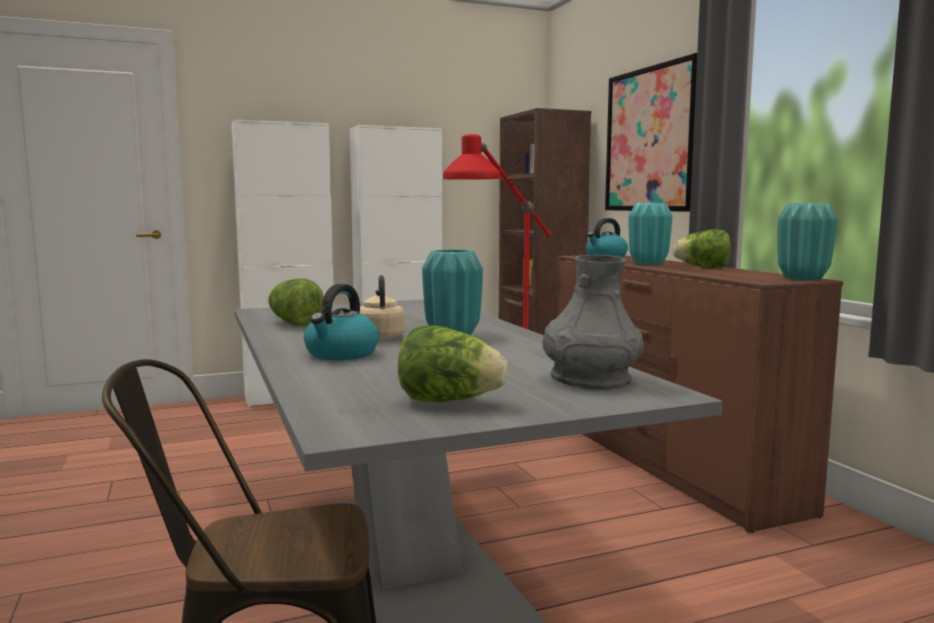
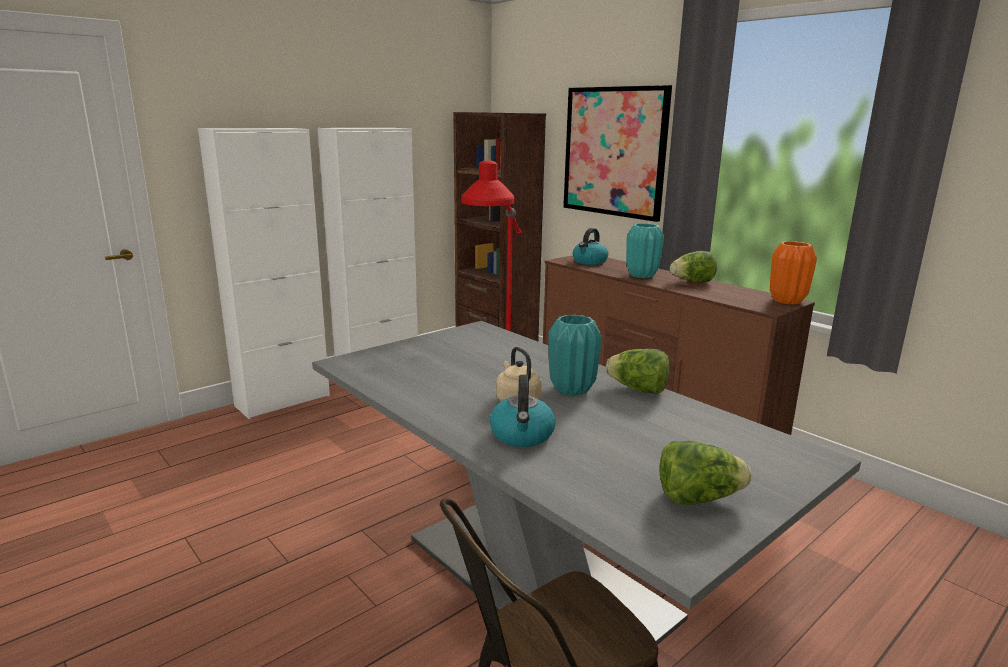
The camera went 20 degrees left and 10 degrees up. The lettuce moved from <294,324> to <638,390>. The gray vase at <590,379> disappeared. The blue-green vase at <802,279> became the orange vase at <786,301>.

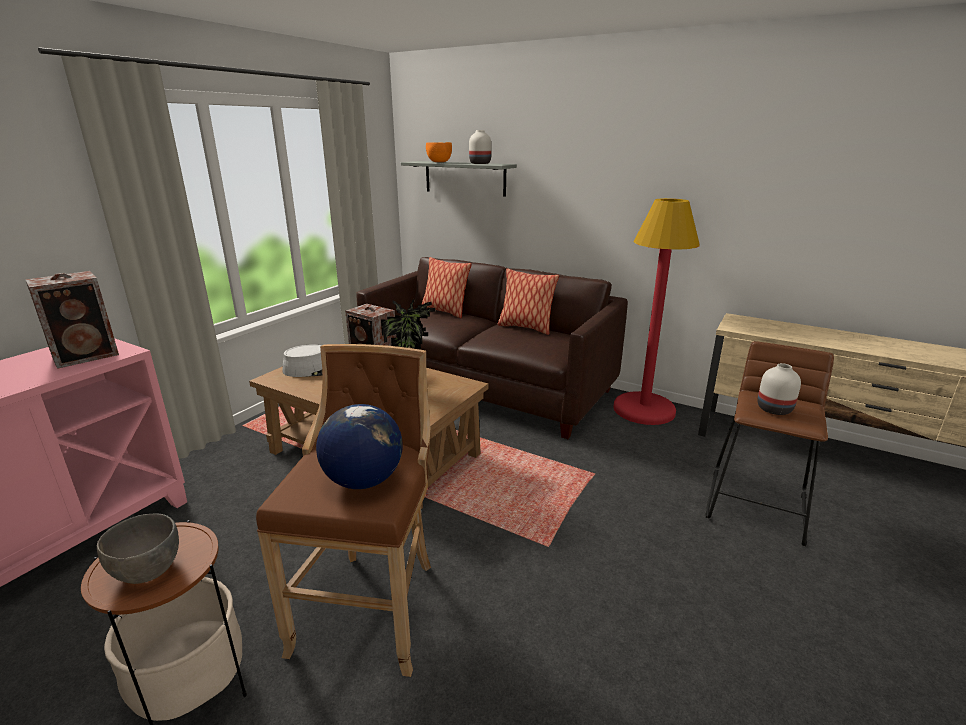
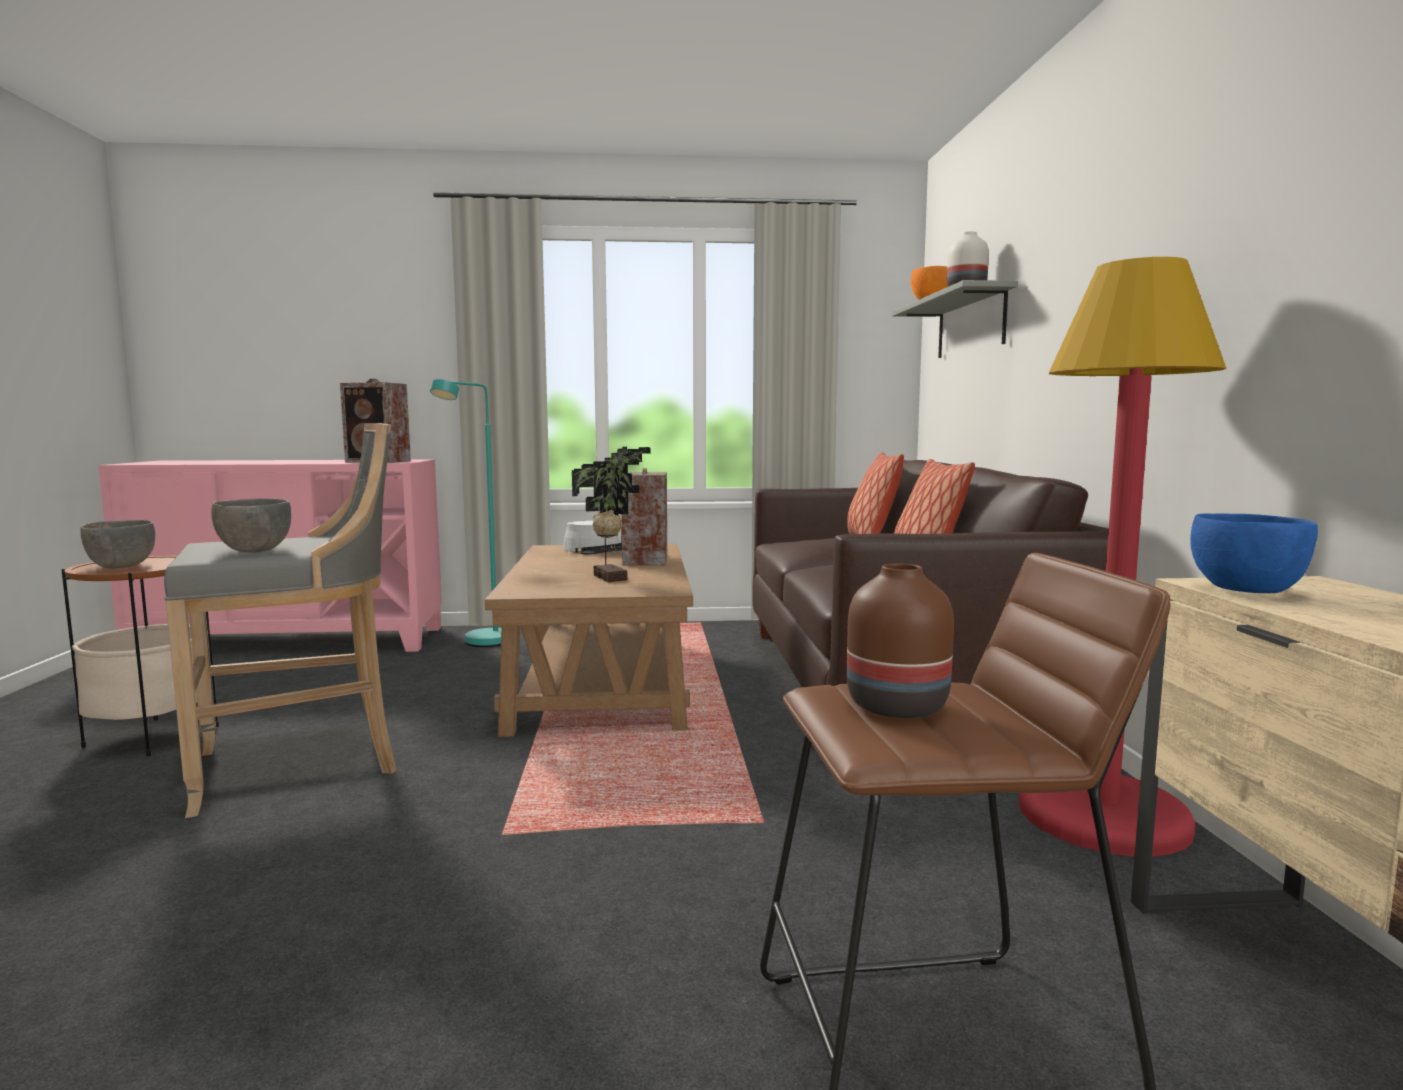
The camera went 55 degrees right and 15 degrees down. The brownish stool at <372,604> became the gray stool at <304,765>. The desk globe at <363,480> was replaced by the gray bowl at <254,550>. The whitish vase at <773,409> became the brownish vase at <894,706>. The blue-green standard lamp at <480,644> appeared. The blue-coloured bowl at <1245,591> appeared.

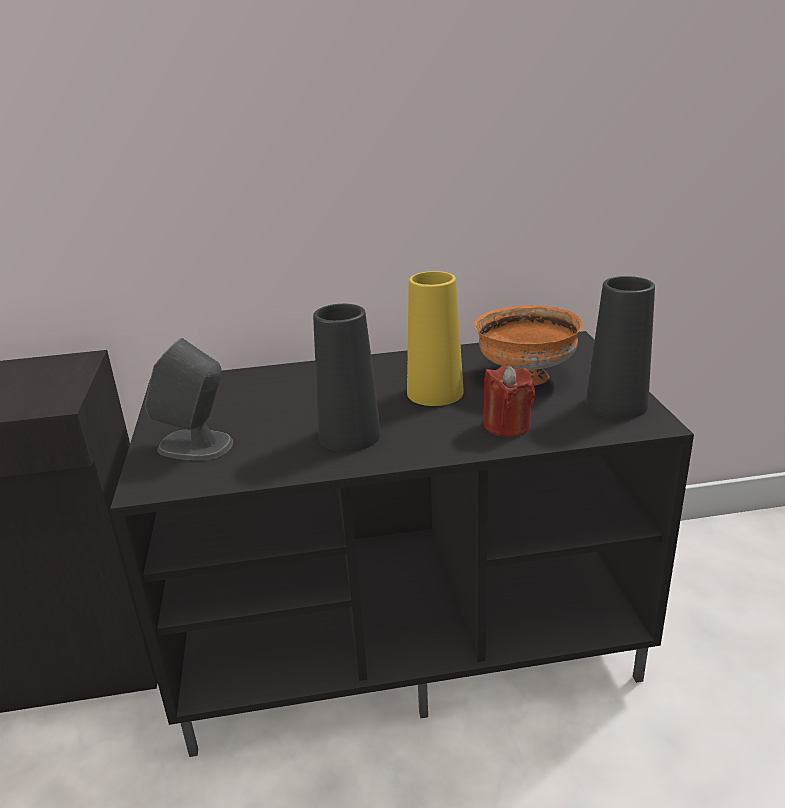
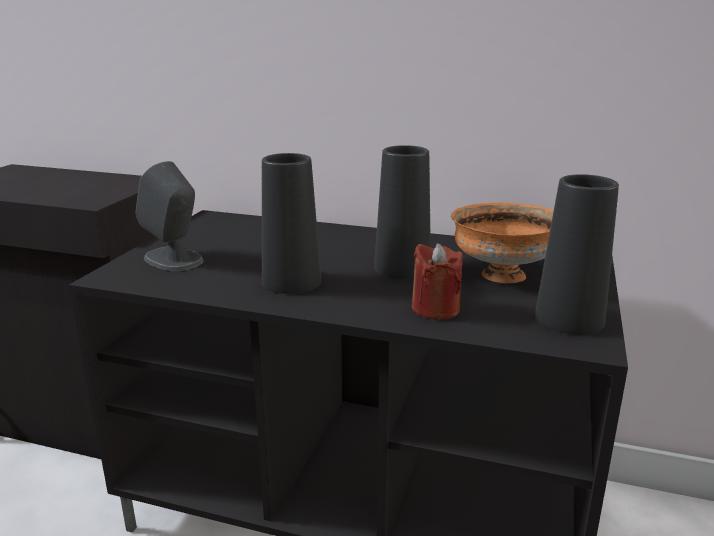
The camera went 25 degrees right and 5 degrees down. The yellow vase at <435,393> became the black-coloured vase at <402,268>.

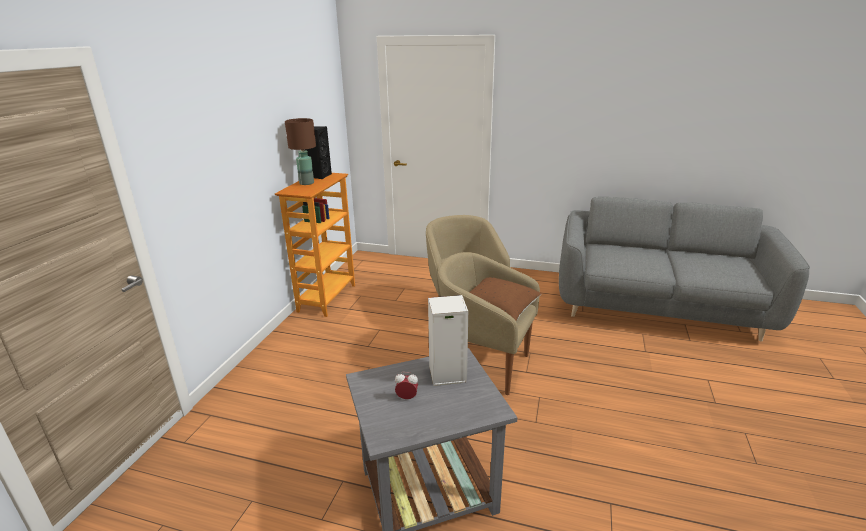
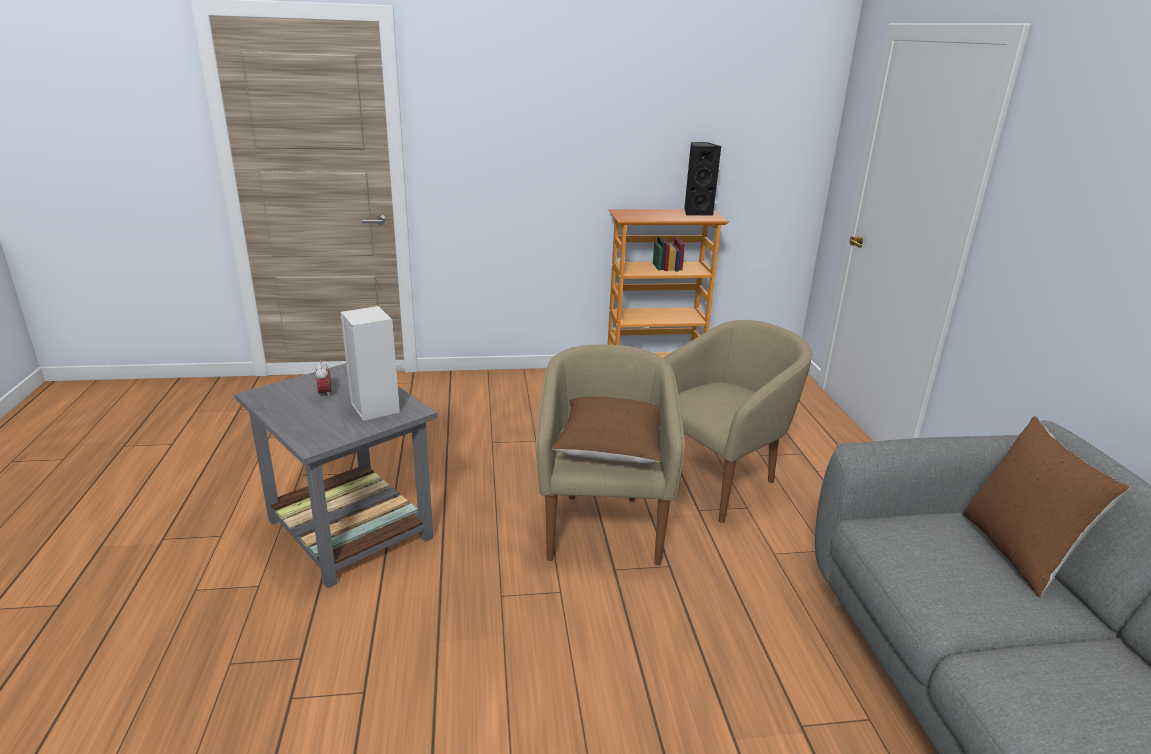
The camera went 65 degrees right and 0 degrees up. The brownish lamp for a table at <306,183> disappeared. The brownish throw pillow at <1017,552> appeared.

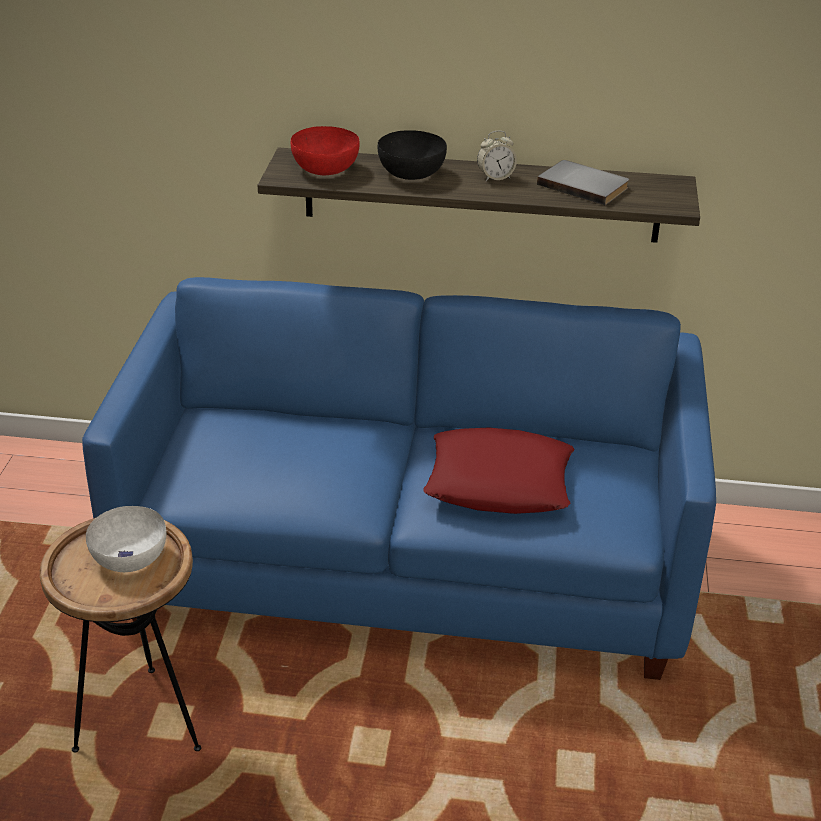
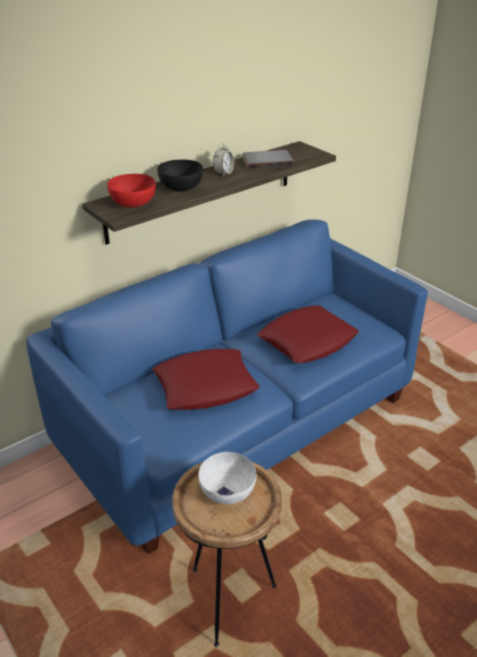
The camera went 45 degrees left and 0 degrees up. The reddish throw pillow at <205,386> appeared.

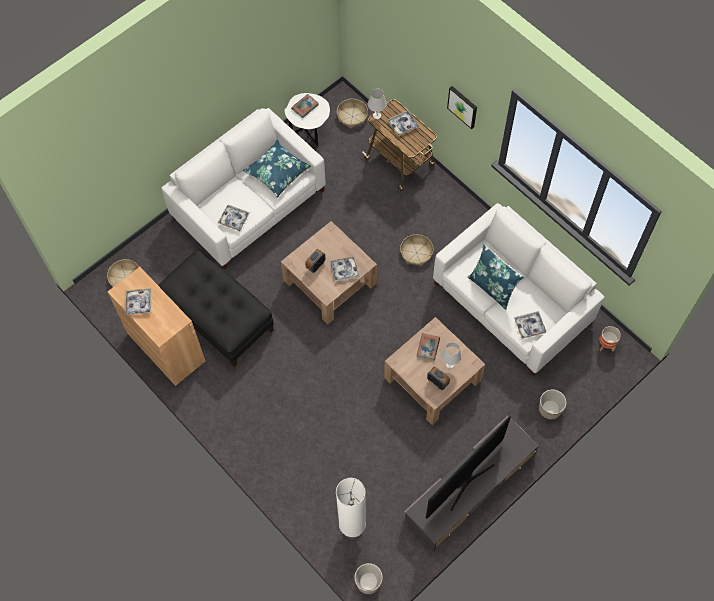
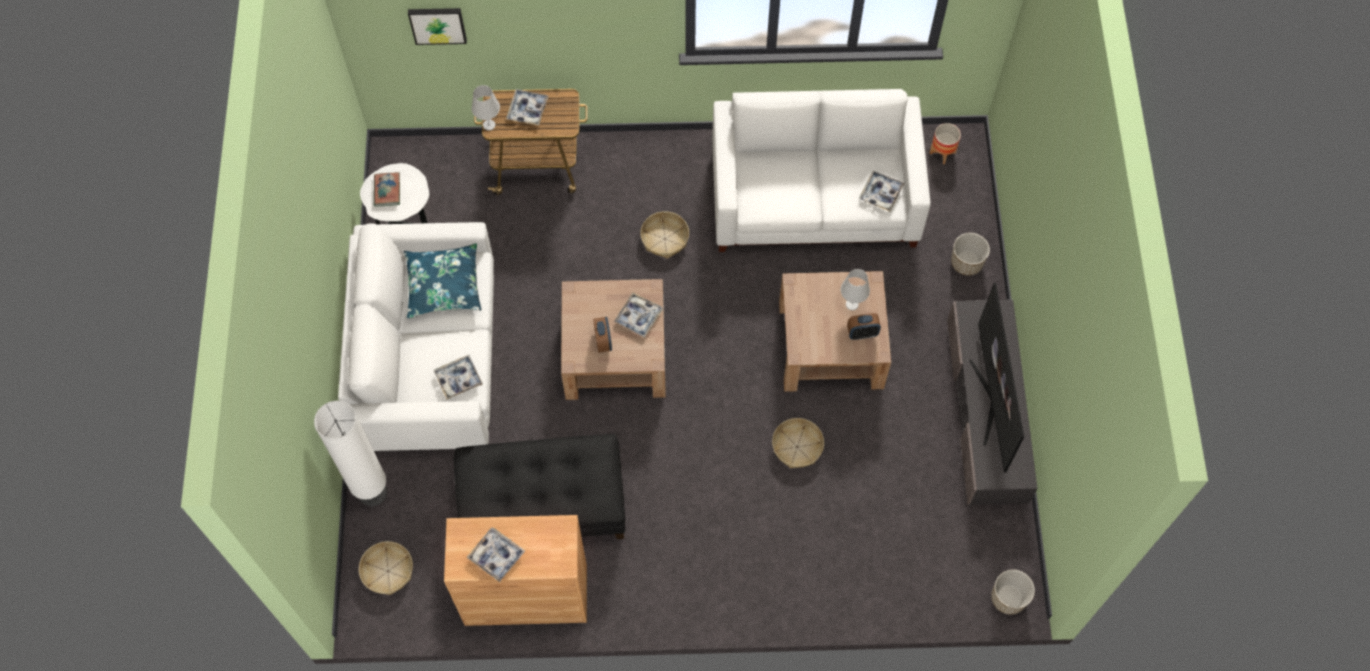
The camera went 50 degrees left and 0 degrees up. The whitish standard lamp moved from <352,529> to <372,492>. The household basket moved from <352,116> to <797,446>. The bound book at <428,347> disappeared. The picture moved from <463,106> to <437,24>. The blue-coloured throw pillow at <492,287> disappeared.

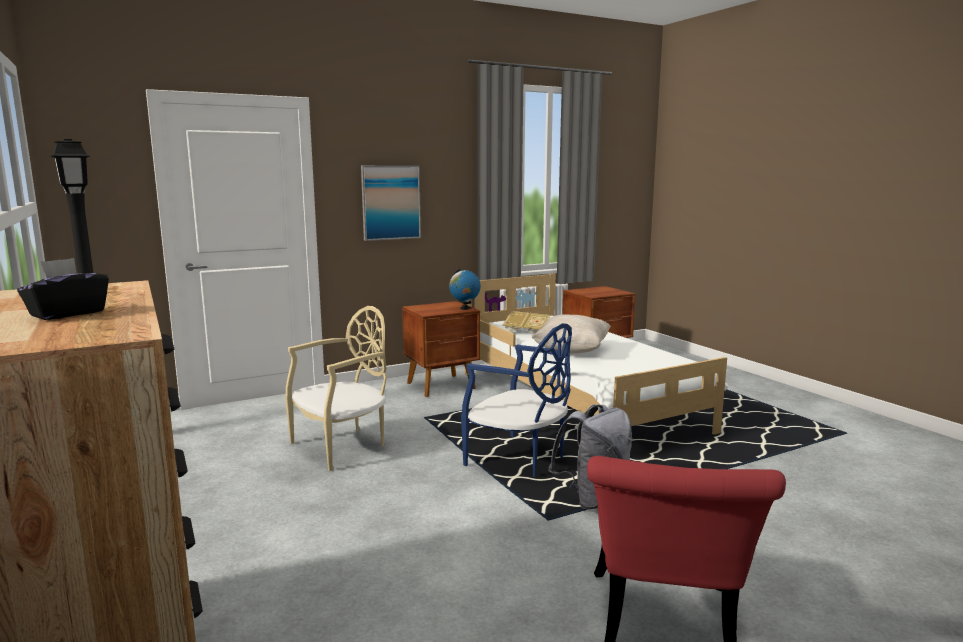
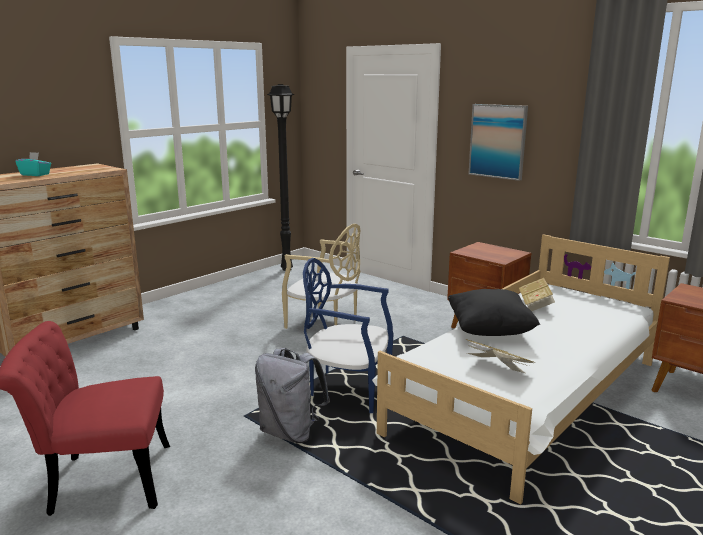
The camera went 70 degrees right and 5 degrees up. The black-coloured tissue box at <67,313> became the blue-green tissue box at <35,174>. The desk globe at <464,308> disappeared. The blue-coloured plain chair at <519,459> turned 90 degrees clockwise. The beige-coloured throw pillow at <571,351> became the black-coloured throw pillow at <490,331>. The bound book at <497,368> appeared.

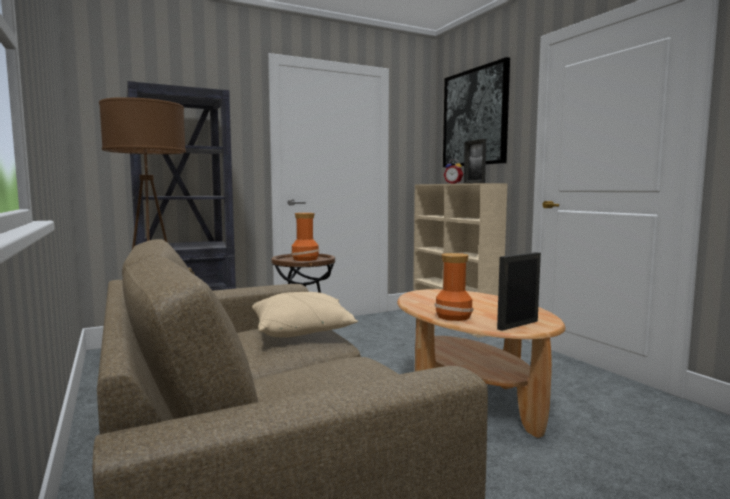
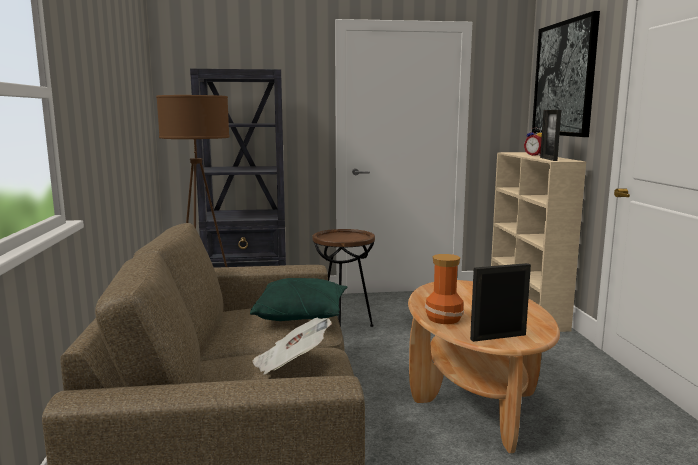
The camera went 20 degrees right and 5 degrees up. The beige-coloured throw pillow at <302,331> became the greenish throw pillow at <301,315>. The vase at <305,259> disappeared. The newspaper at <290,364> appeared.

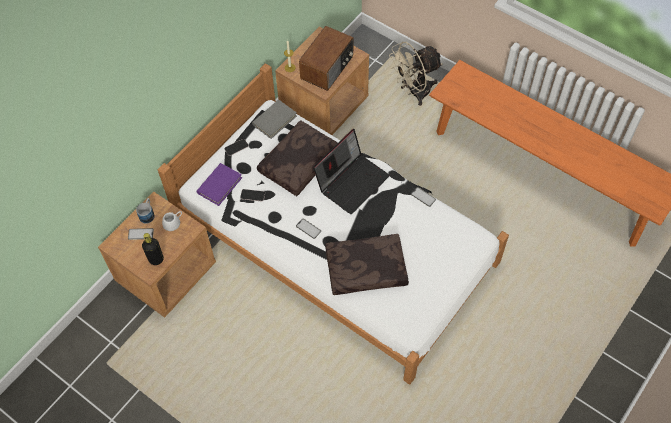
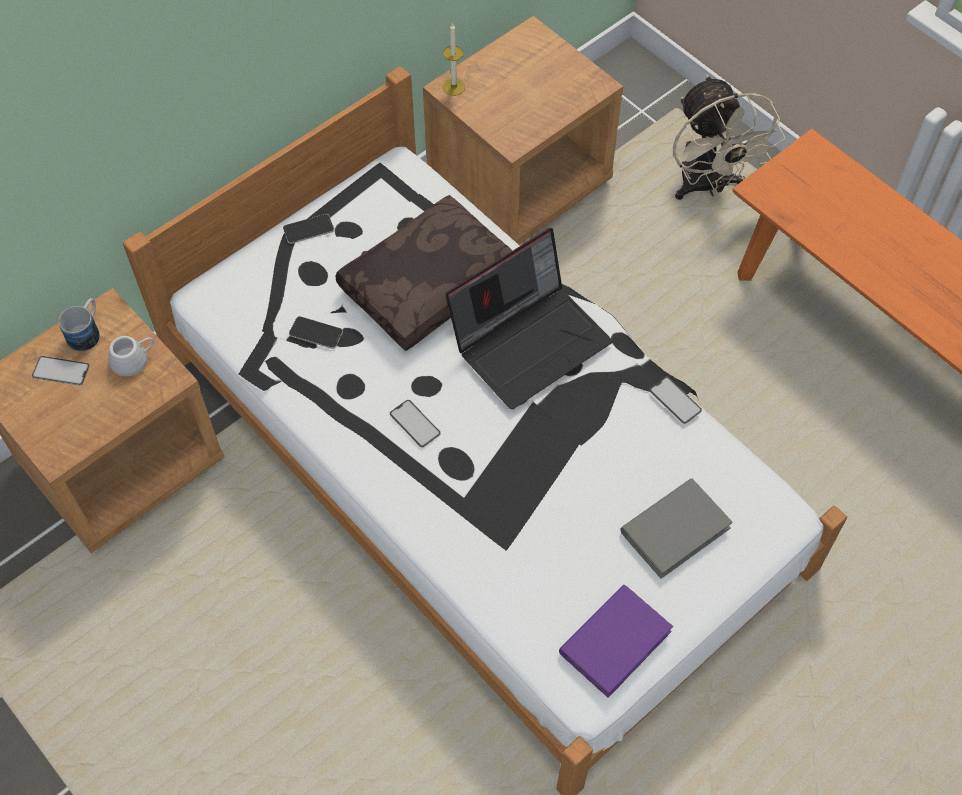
The camera went 10 degrees right and 0 degrees up. The black-coloured drink bottle at <156,259> disappeared. The purplish bound book moved from <219,185> to <615,642>. The gray bound book moved from <274,120> to <675,530>. The radio receiver at <328,68> disappeared. The brownish throw pillow at <365,270> disappeared. The beige-coloured cooling fan at <414,92> turned 90 degrees counterclockwise.

